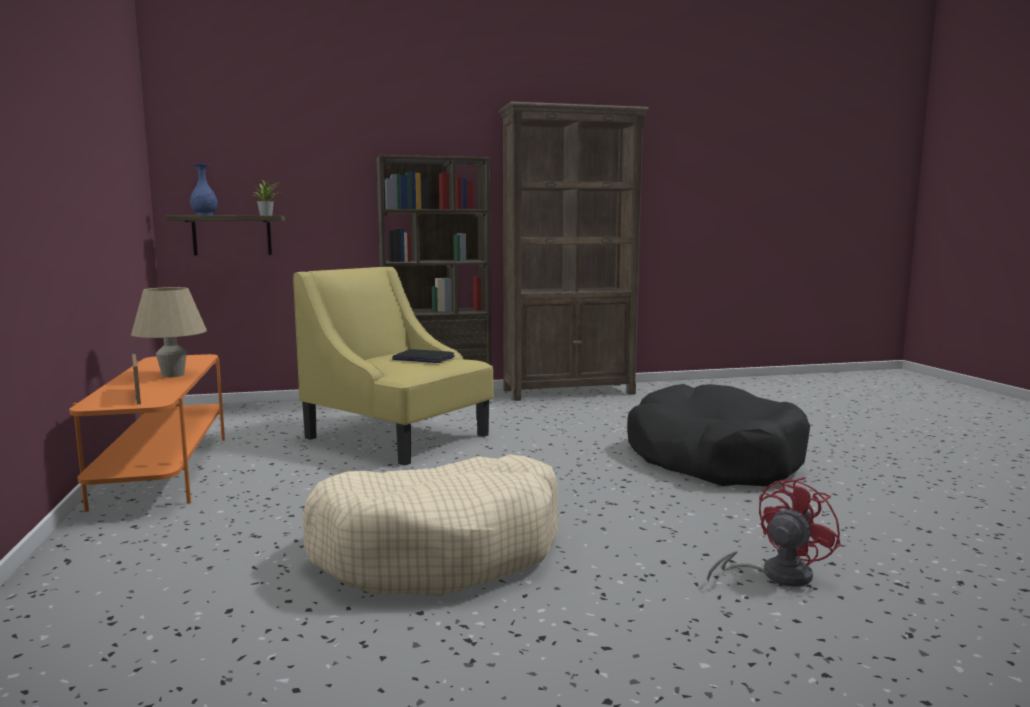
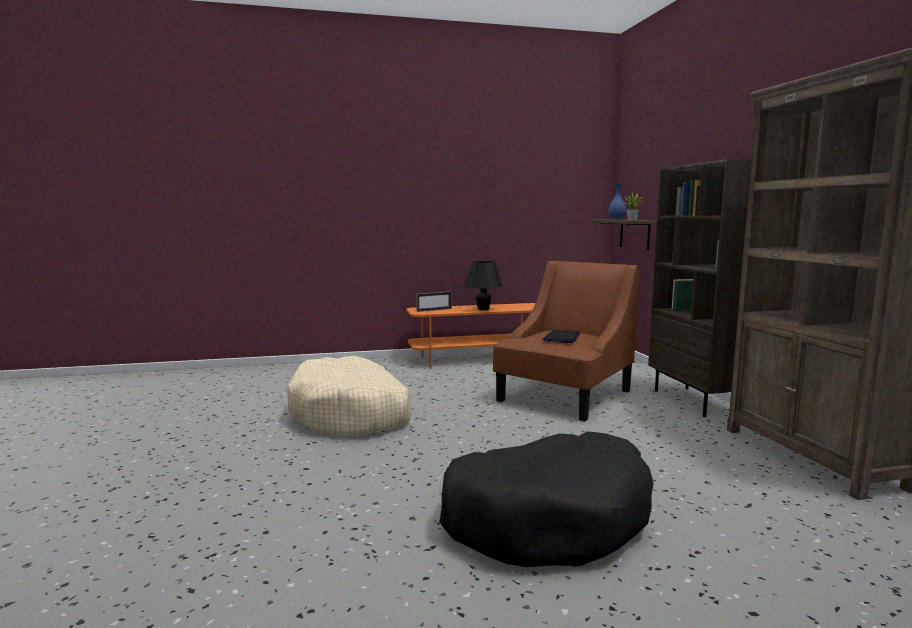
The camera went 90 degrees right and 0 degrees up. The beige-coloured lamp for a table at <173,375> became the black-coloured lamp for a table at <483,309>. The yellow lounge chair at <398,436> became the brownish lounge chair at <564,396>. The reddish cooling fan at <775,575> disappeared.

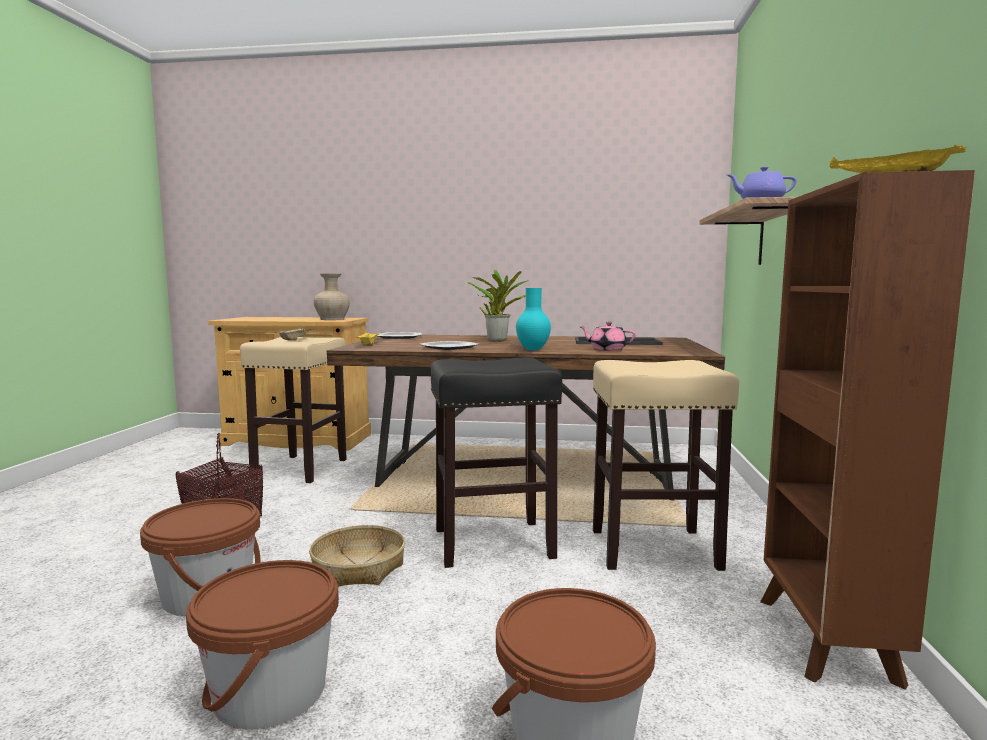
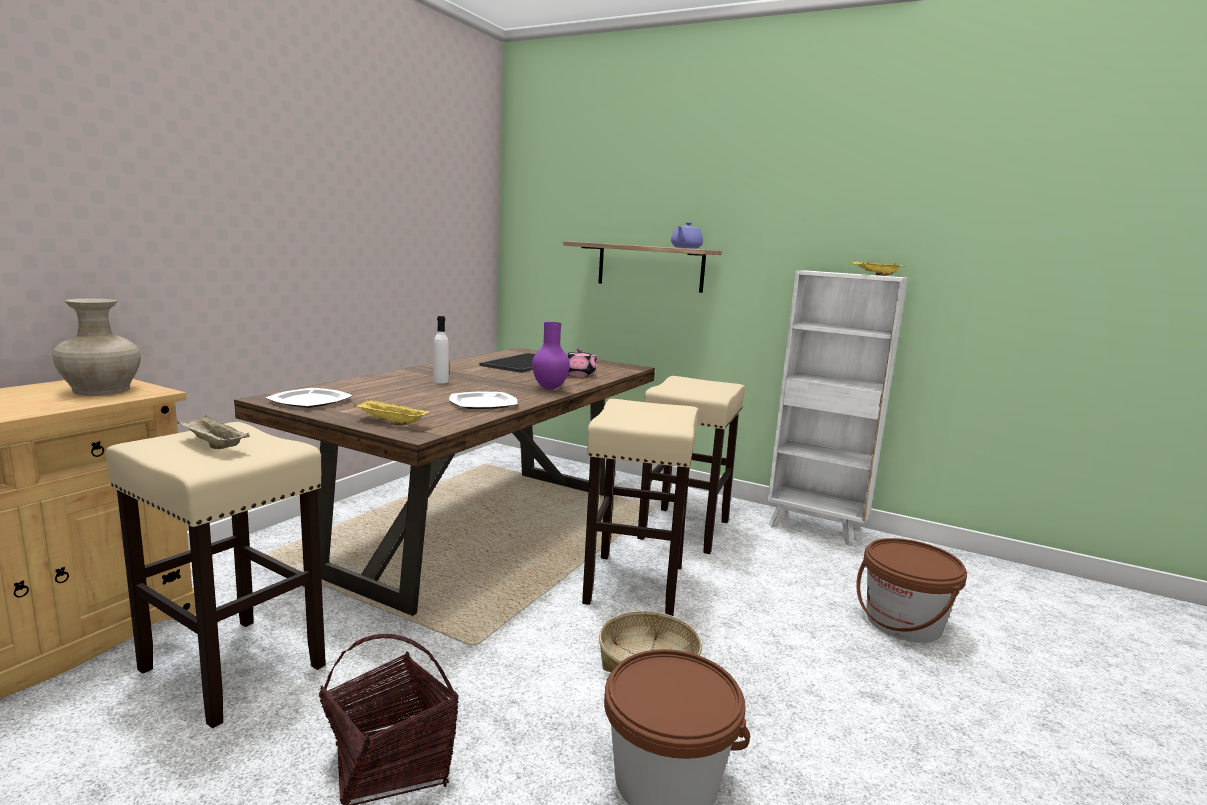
The camera went 70 degrees left and 5 degrees up. The brownish water bucket at <270,692> disappeared. The black-coloured stool at <491,543> became the beige-coloured stool at <634,584>. The plant in a pot at <497,340> was replaced by the whitish drink bottle at <441,381>. The blue-green vase at <532,349> became the purplish vase at <549,388>. The brownish shelving unit at <826,641> became the whitish shelving unit at <816,528>.

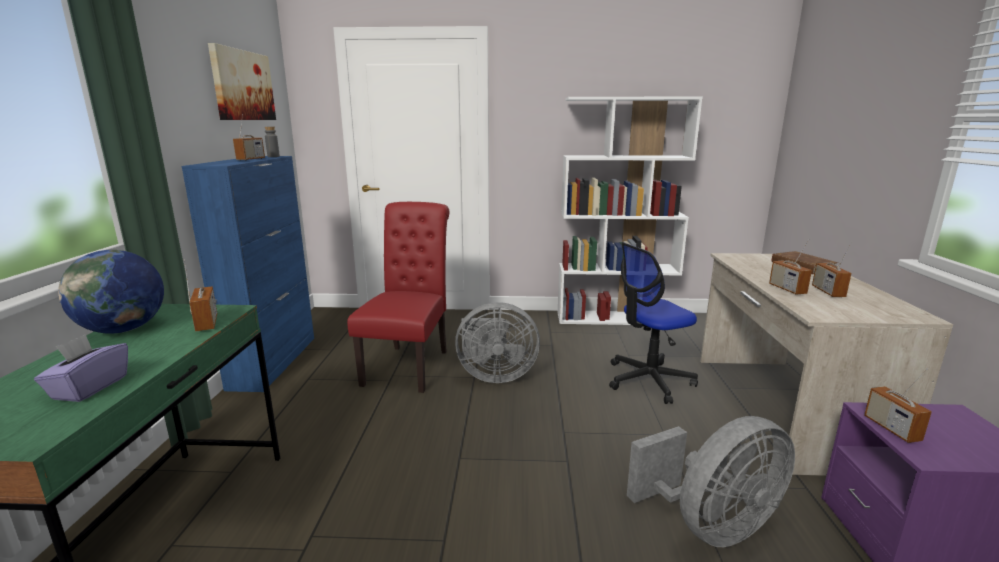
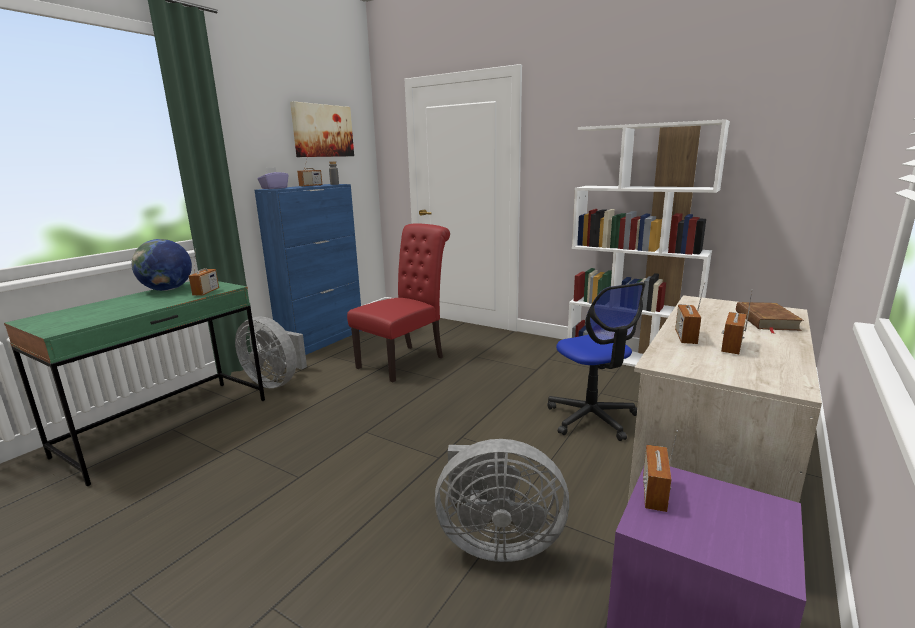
The camera went 30 degrees right and 0 degrees up. The purplish tissue box moved from <89,388> to <274,188>. The gray cooling fan moved from <494,375> to <276,382>. The office chair at <648,380> turned 120 degrees counterclockwise.

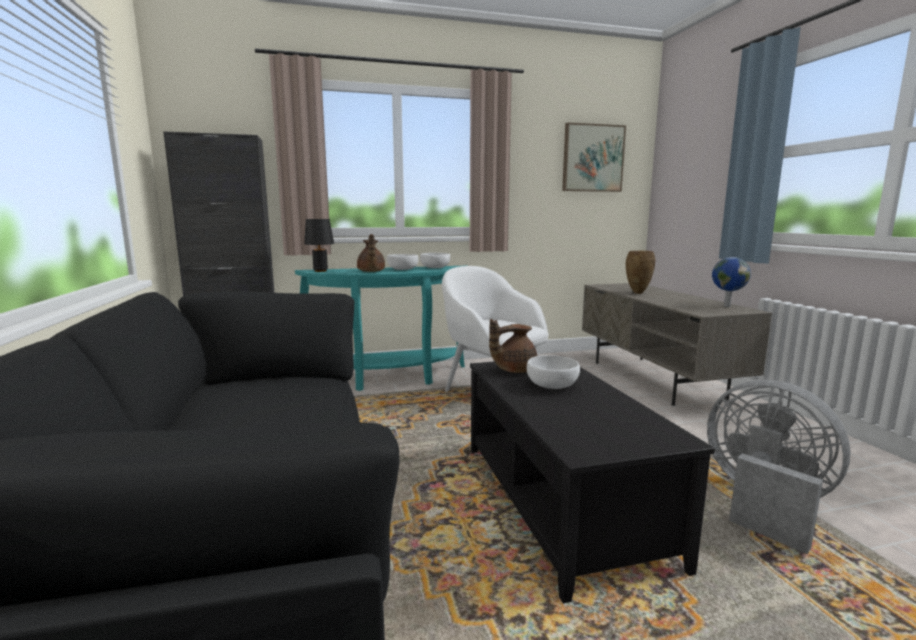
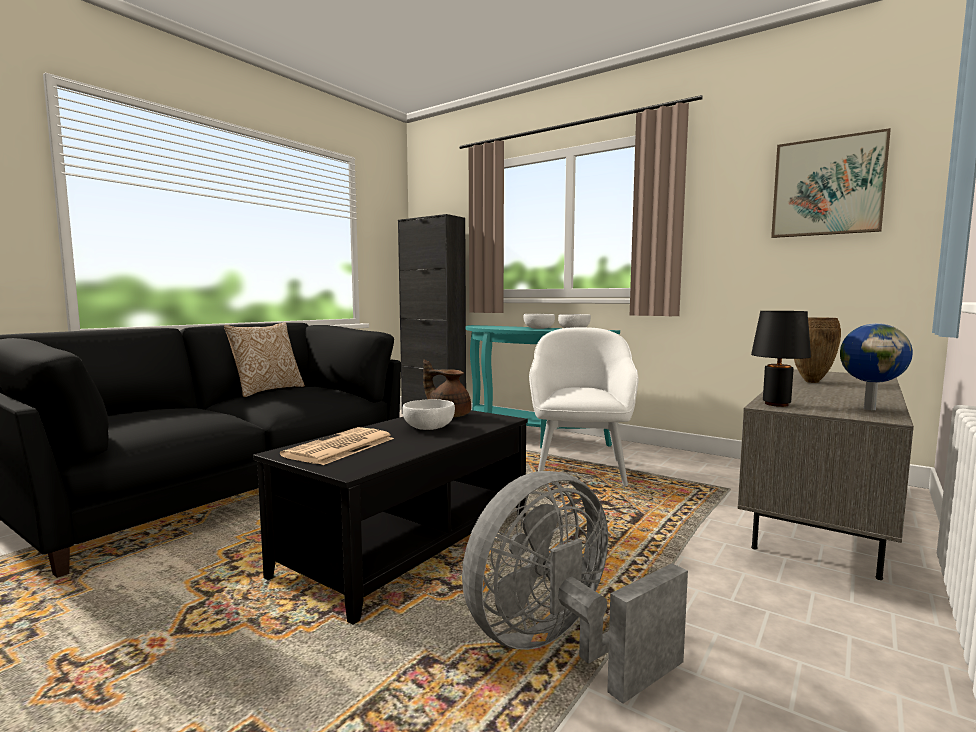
The camera went 50 degrees right and 5 degrees down. The black-coloured lamp for a table moved from <320,271> to <775,404>. The brownish tea pot at <370,271> disappeared. The gray cooling fan at <764,503> turned 135 degrees counterclockwise. The throw pillow at <267,390> appeared. The newspaper at <340,447> appeared.

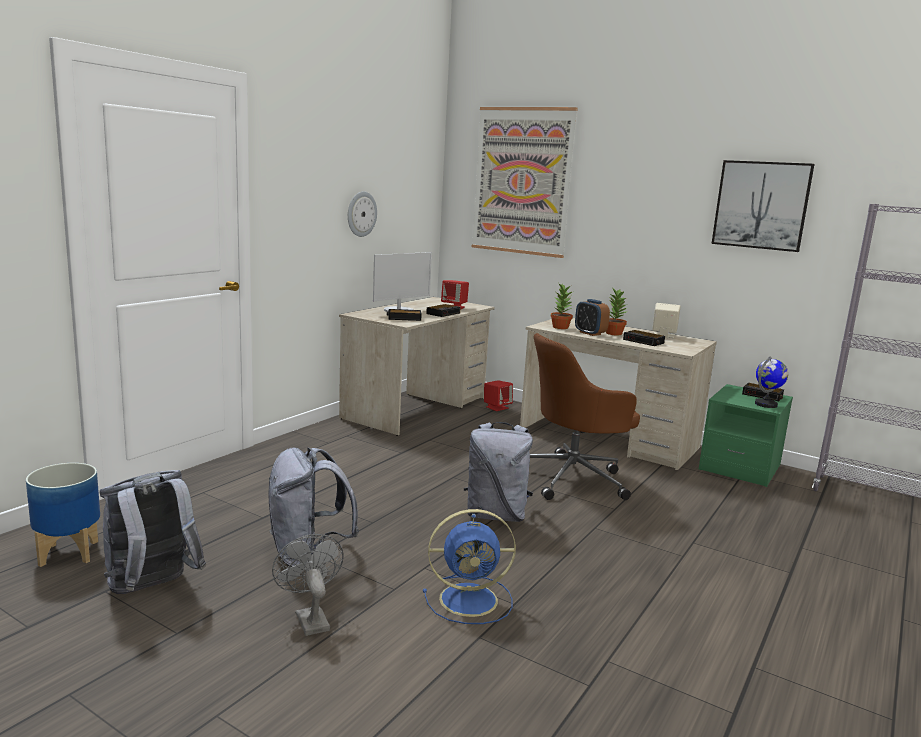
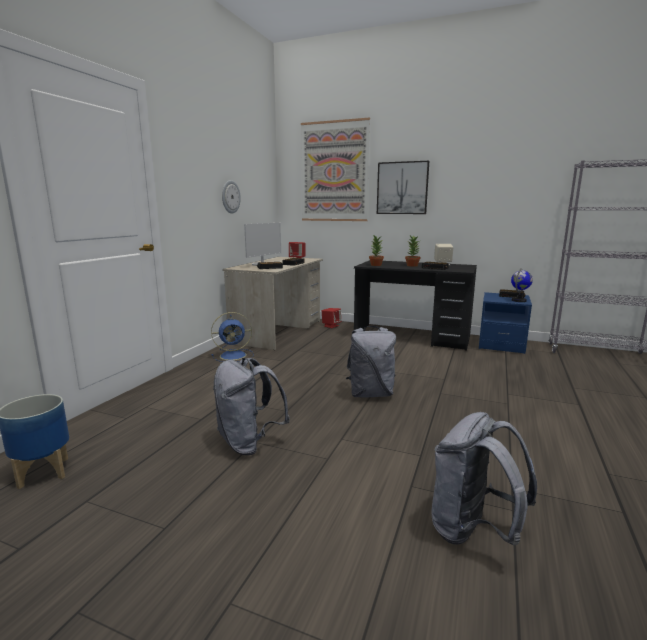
The camera went 10 degrees left and 0 degrees up. The gray backpack moved from <152,589> to <472,531>. The gray cooling fan at <309,618> disappeared. The blue-coloured cooling fan moved from <471,600> to <234,355>. The beige-coloured desk unit at <608,439> became the black-coloured desk unit at <412,337>. The brownish office chair at <573,478> disappeared. The table clock at <590,333> disappeared. The greenish nightstand at <739,468> became the blue-coloured nightstand at <501,344>. The picture moved from <761,205> to <402,188>.

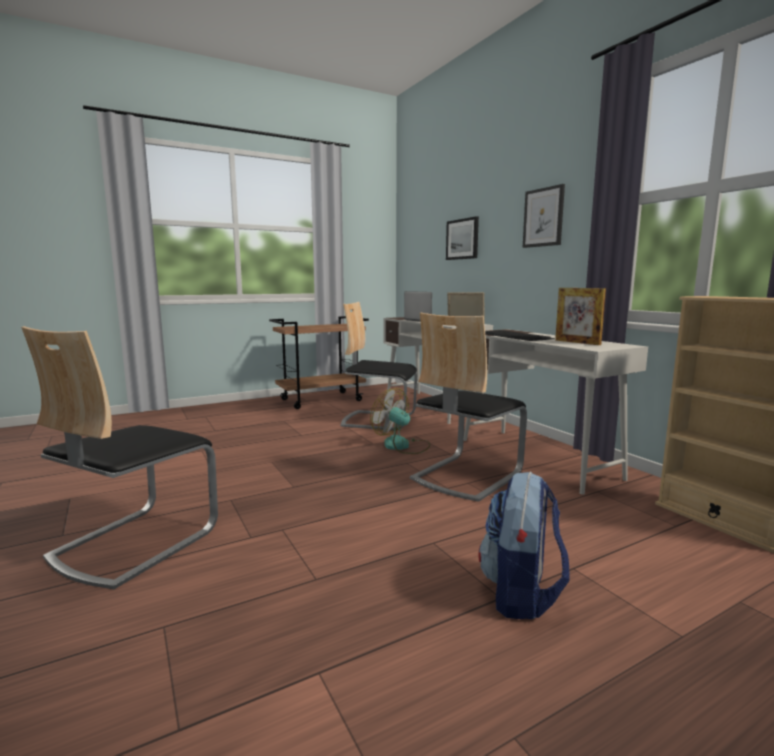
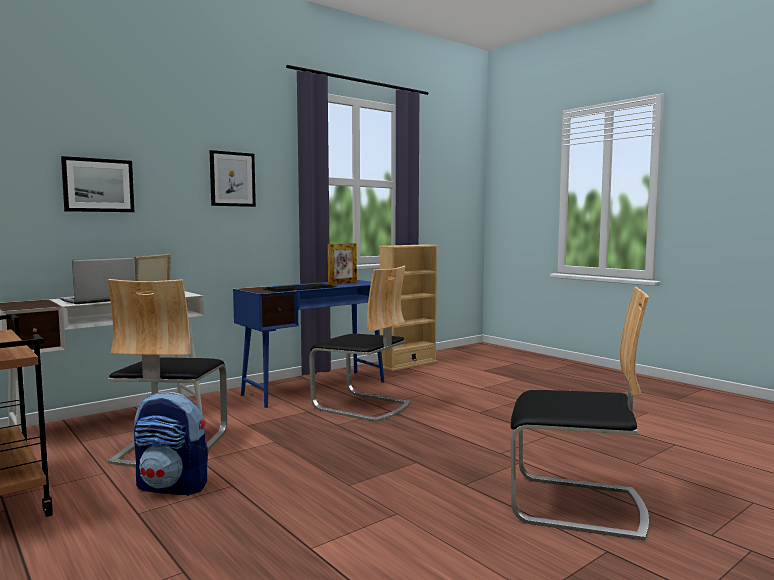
The camera went 100 degrees left and 5 degrees down. The cooling fan at <402,446> disappeared. The whitish desk unit at <536,458> became the blue-coloured desk unit at <316,388>. The backpack moved from <521,594> to <173,487>.

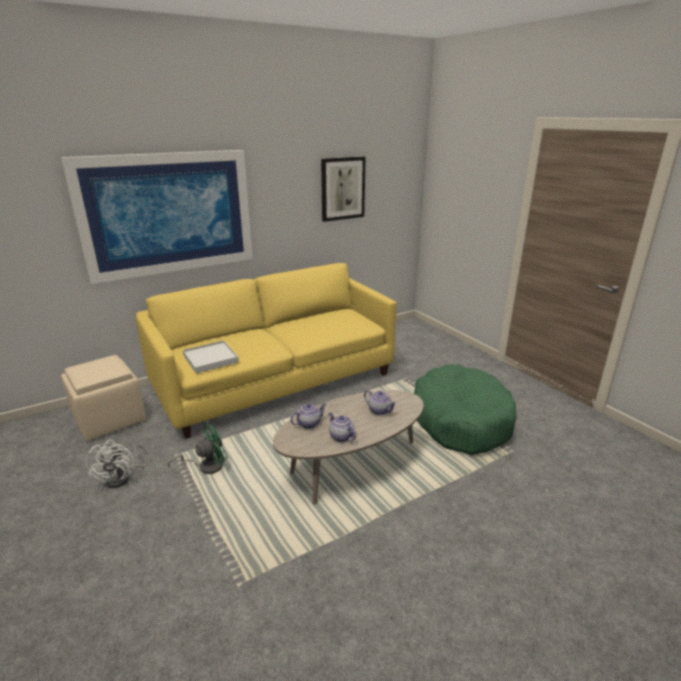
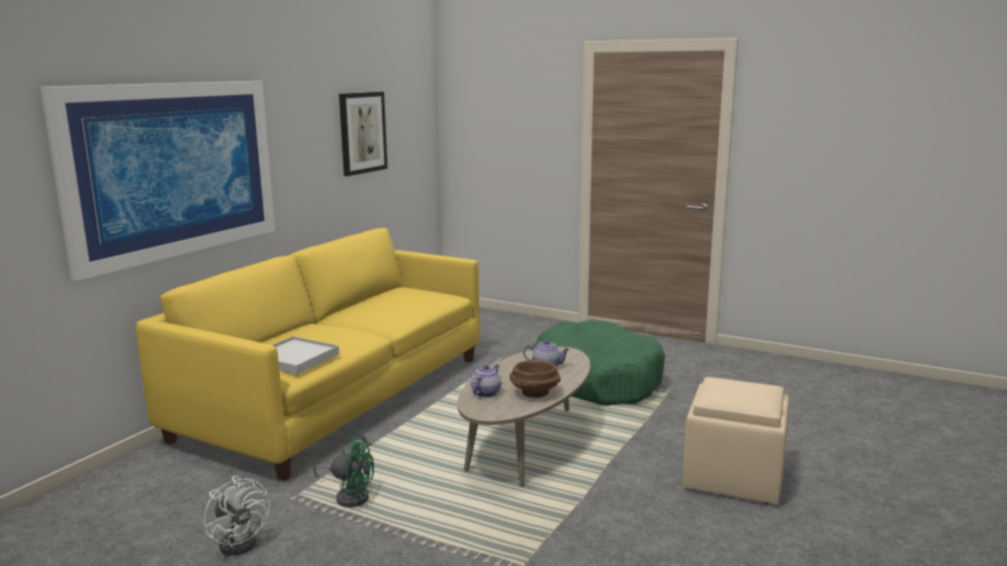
The camera went 30 degrees left and 10 degrees down. The beige-coloured footrest moved from <110,419> to <734,477>. The greenish cooling fan at <206,466> turned 75 degrees clockwise. The tea pot at <341,436> was replaced by the brownish bowl at <534,394>.

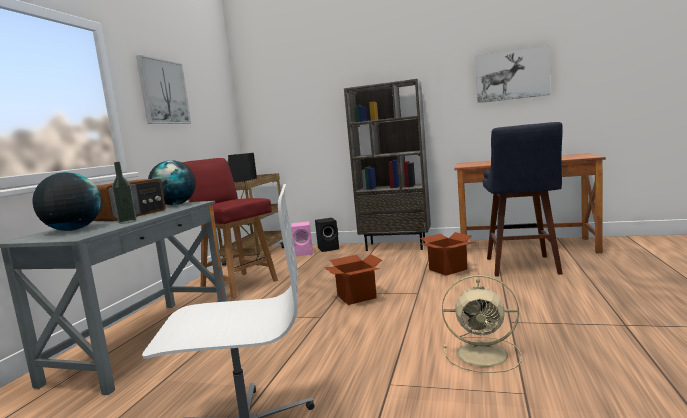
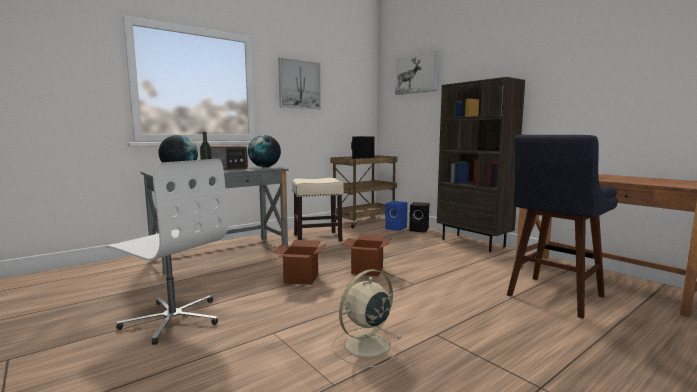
The camera went 35 degrees right and 0 degrees up. The reddish plain chair at <238,285> was replaced by the beige-coloured stool at <318,237>. The pinkish loudspeaker at <304,253> became the blue-coloured loudspeaker at <396,228>. The packing box moved from <448,269> to <301,278>. The beige-coloured cooling fan at <484,354> turned 90 degrees clockwise. The picture moved from <512,75> to <416,74>.

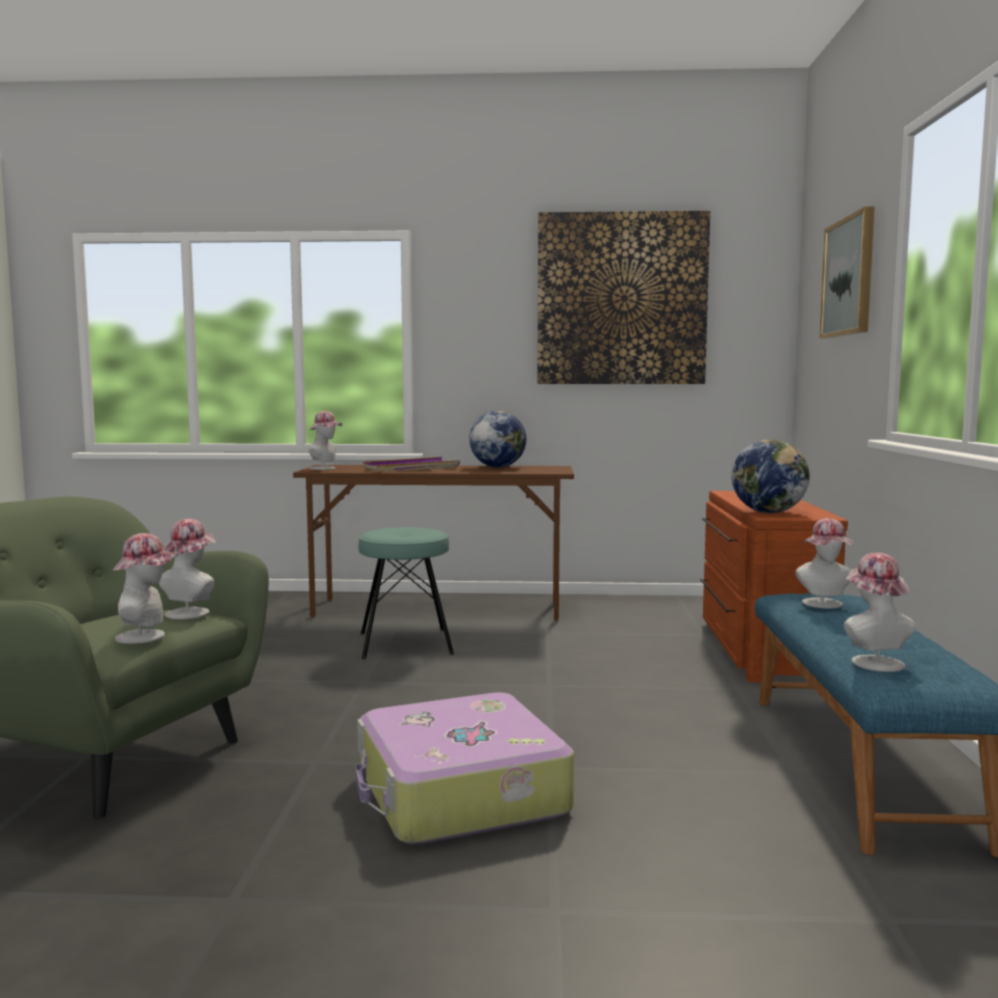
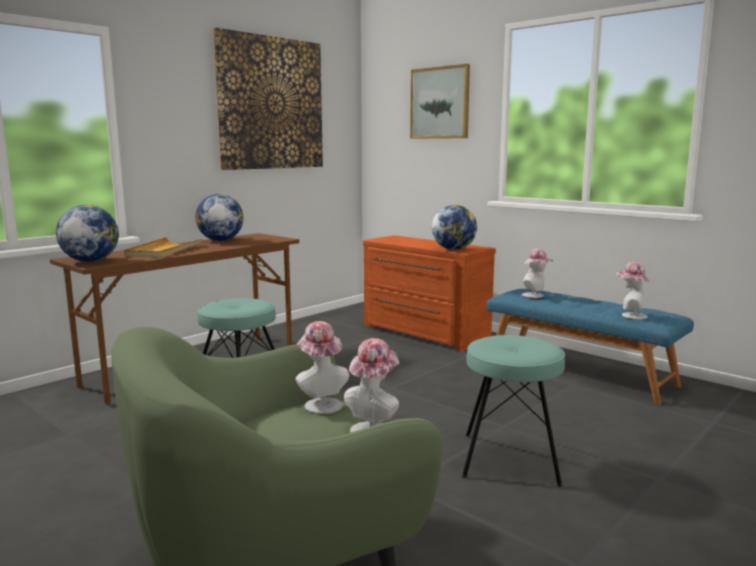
The camera went 50 degrees left and 5 degrees up. The clothing hat at <326,468> was replaced by the desk globe at <90,261>. The piece of luggage at <459,794> was replaced by the blue-green stool at <510,458>. The purplish carrying tray at <410,468> became the beige-coloured carrying tray at <164,250>.

